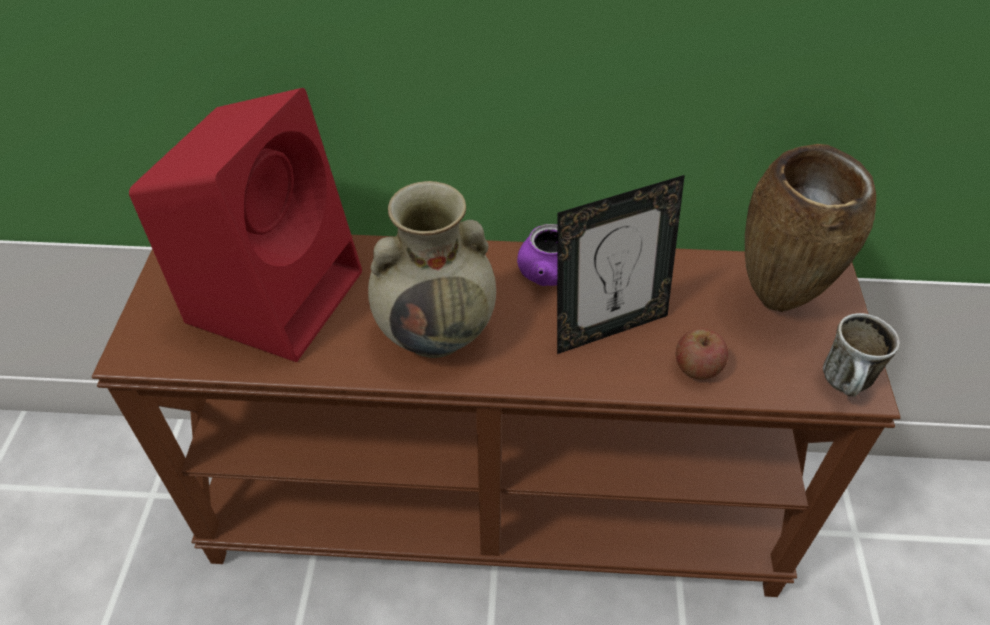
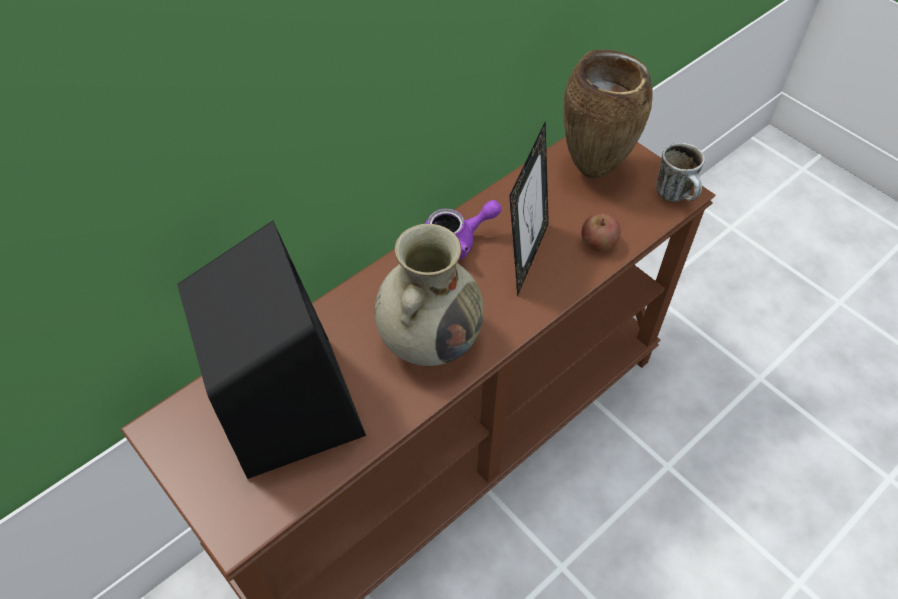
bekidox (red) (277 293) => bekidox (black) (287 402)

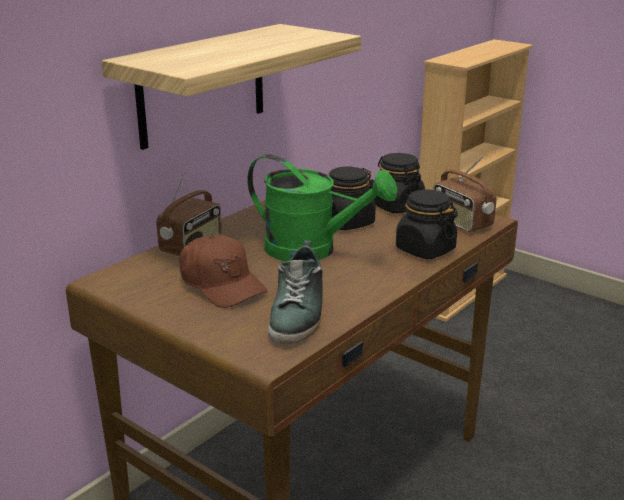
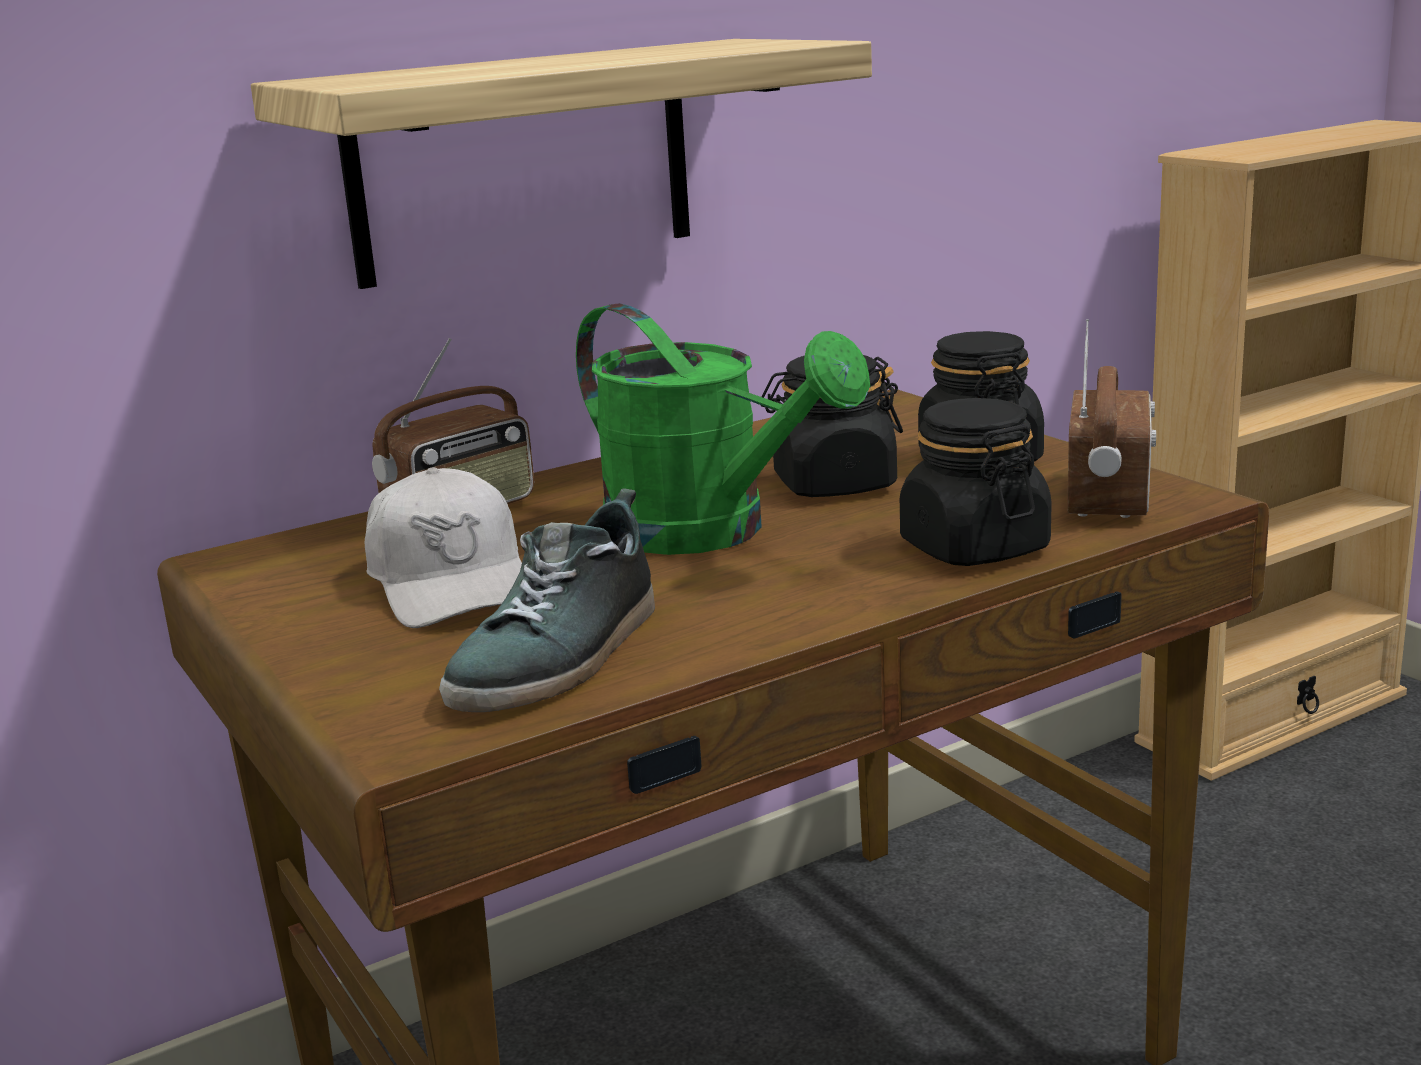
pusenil (461 223) => pusenil (1110 499), 150 degrees counterclockwise
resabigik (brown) (222 284) => resabigik (white) (452 584)

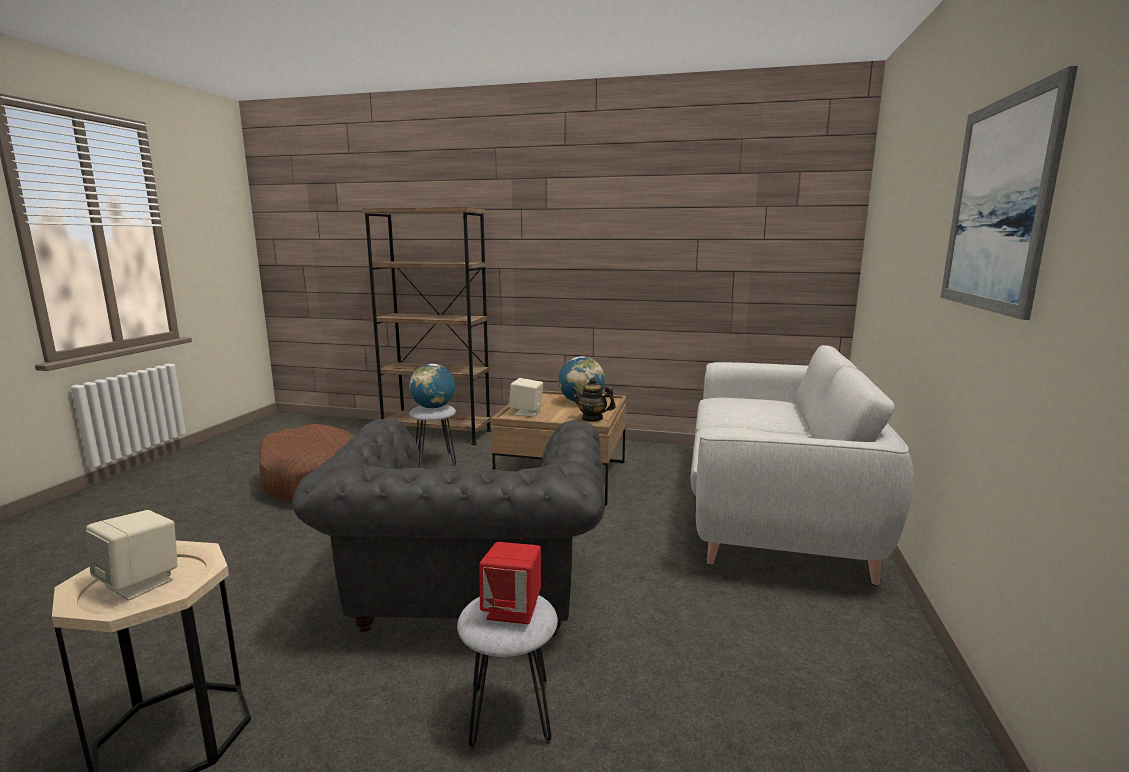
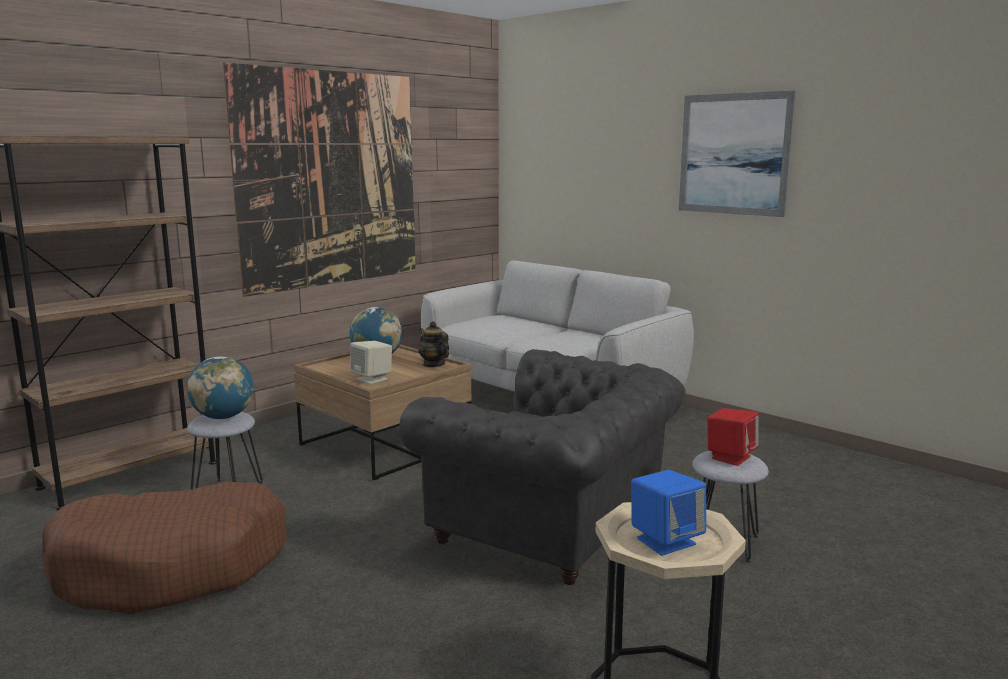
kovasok (592 418) => kovasok (433 364), 90 degrees clockwise
bekidox (beige) (140 583) => bekidox (blue) (665 541)
nothing => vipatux (330 180)

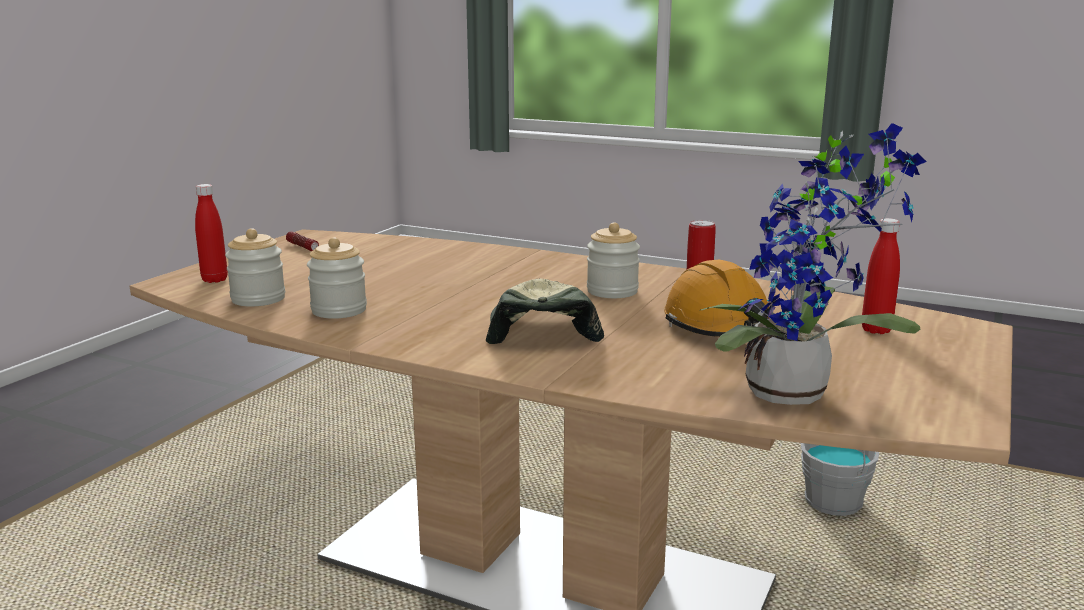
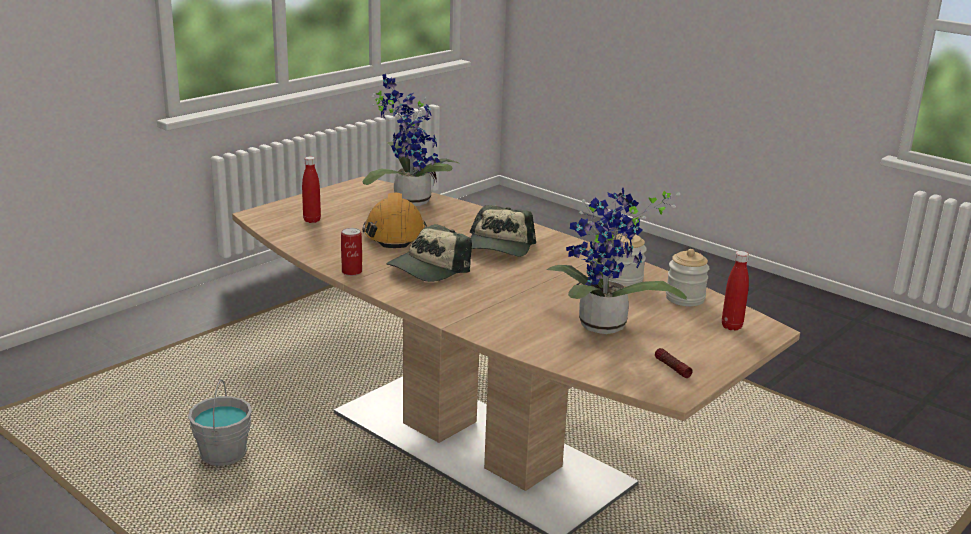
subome (612 291) => resabigik (428 269)
nothing => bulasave (602 328)

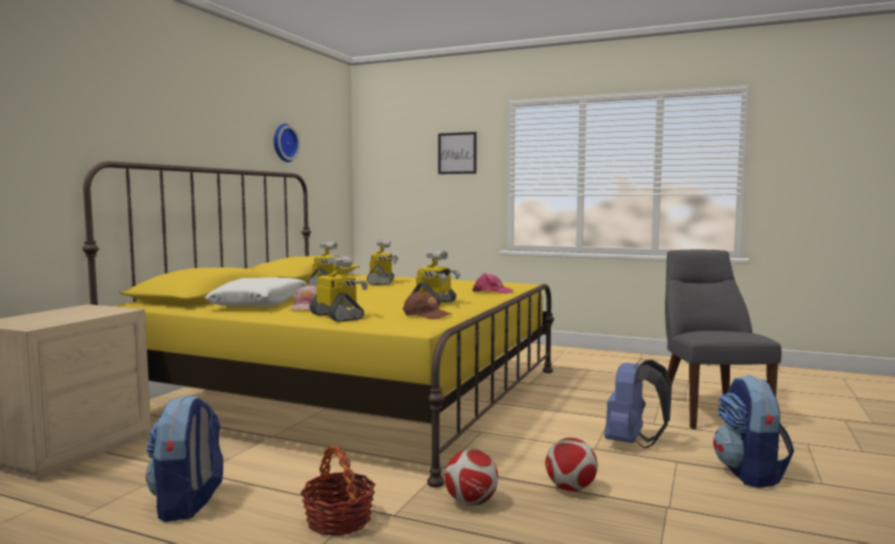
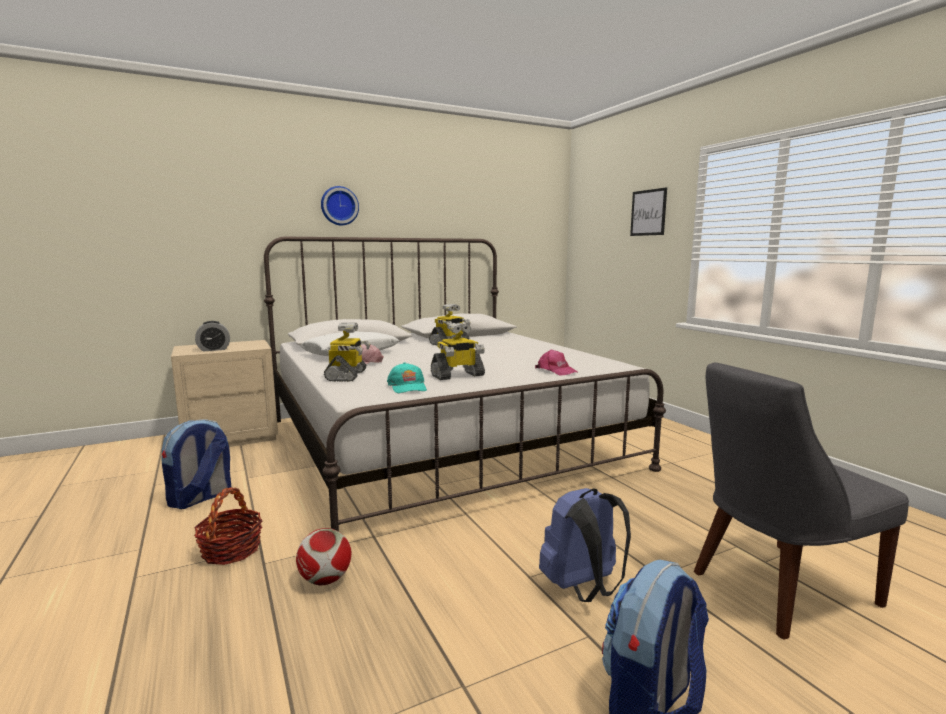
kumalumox (283 143) => kumalumox (339 206), moved
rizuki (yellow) (351 393) => rizuki (white) (442 443)
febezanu (381 282) => nothing
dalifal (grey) (709 410) => dalifal (grey) (776 589), 150 degrees counterclockwise
resabigik (brown) (426 315) => resabigik (turquoise) (408 387)
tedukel (570 488) => nothing
nothing => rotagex (214 349)

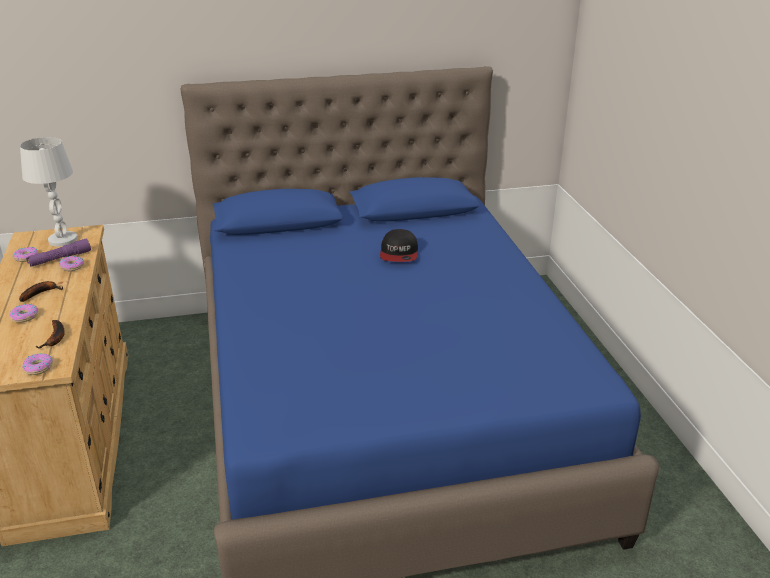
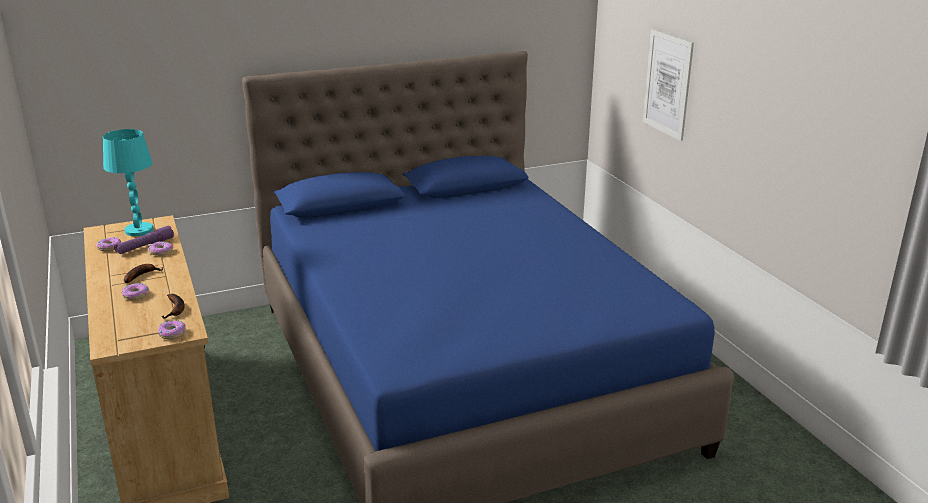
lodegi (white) (63 240) => lodegi (turquoise) (139 230)
resabigik (399 253) => nothing
nothing => vipatux (667 84)

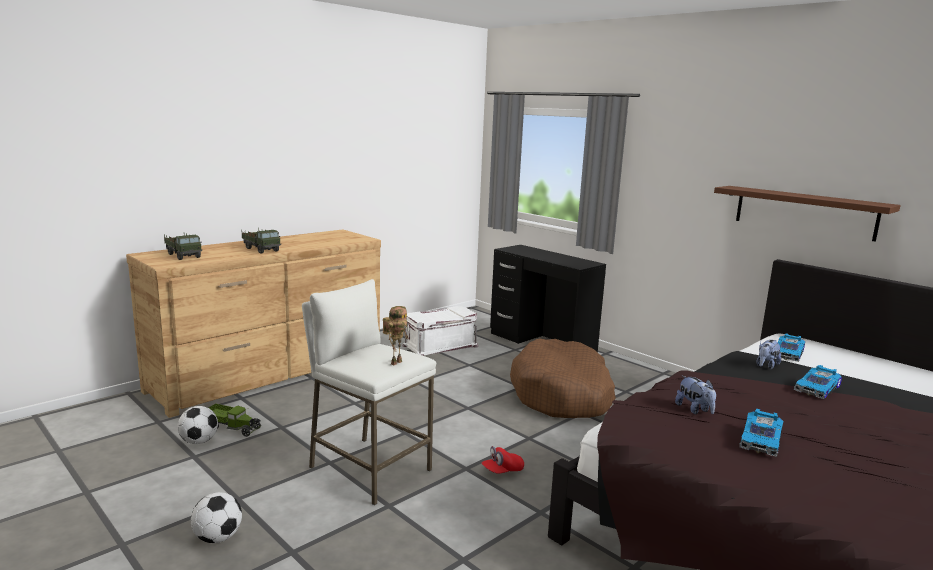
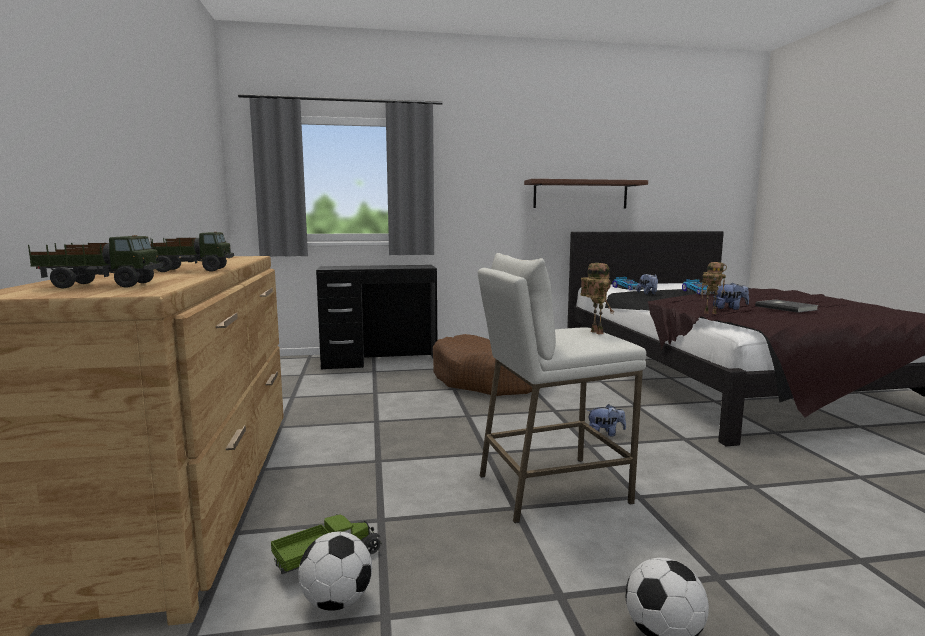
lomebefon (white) (440 345) => nothing
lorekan (762 440) => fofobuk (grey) (786 307)
resabigik (red) (502 471) => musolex (605 433)
nothing => febezanu (711 313)

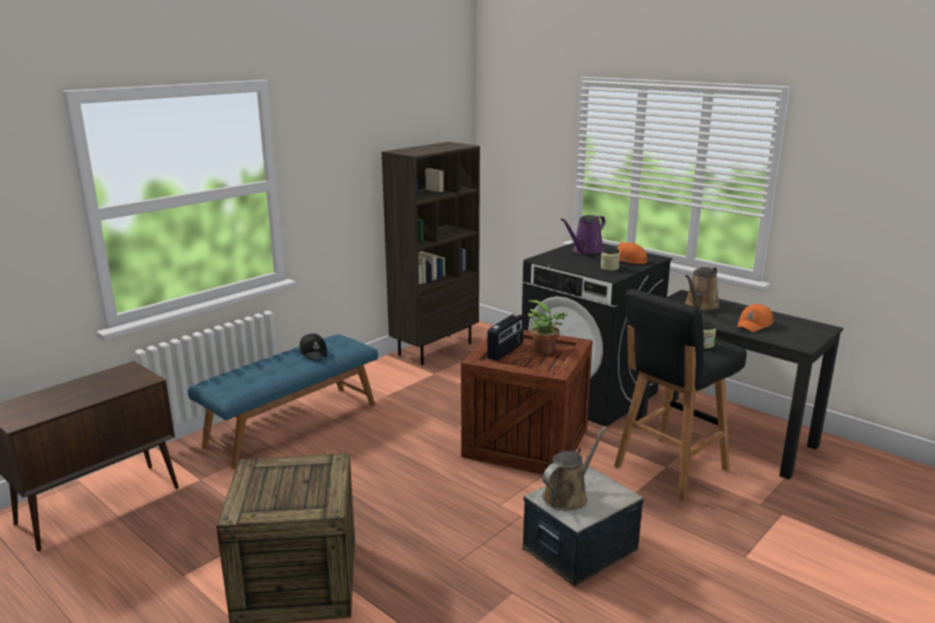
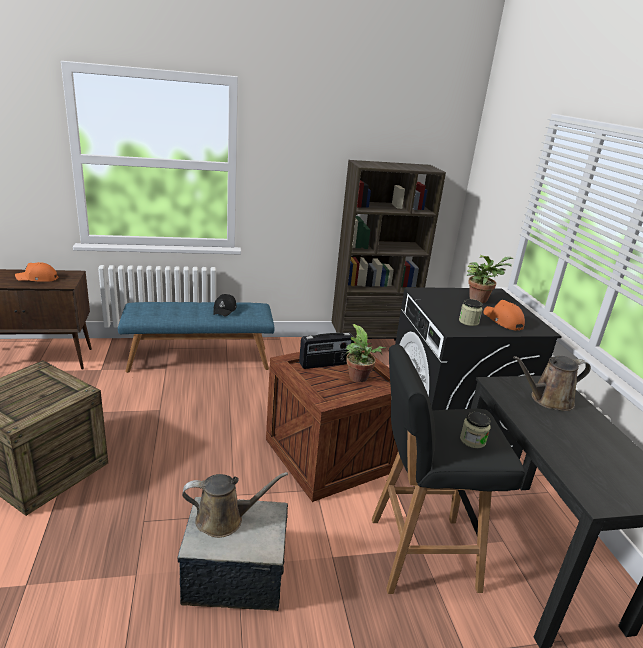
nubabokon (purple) (585 251) => bulasave (479 299)
resabigik (orange) (754 325) => resabigik (orange) (37 278), moved

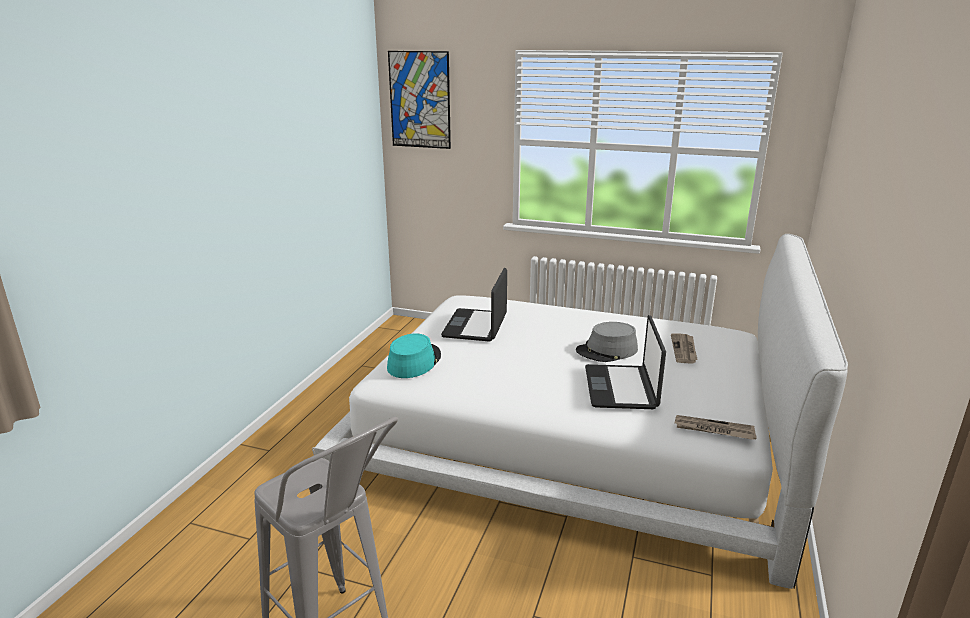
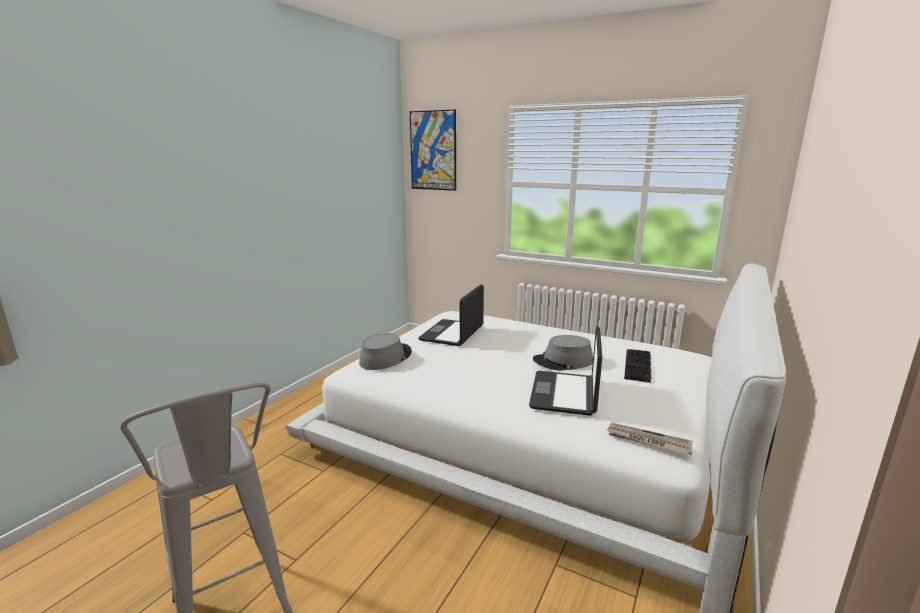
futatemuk (684 350) => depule (638 366)
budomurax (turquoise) (414 362) => budomurax (grey) (385 357)

